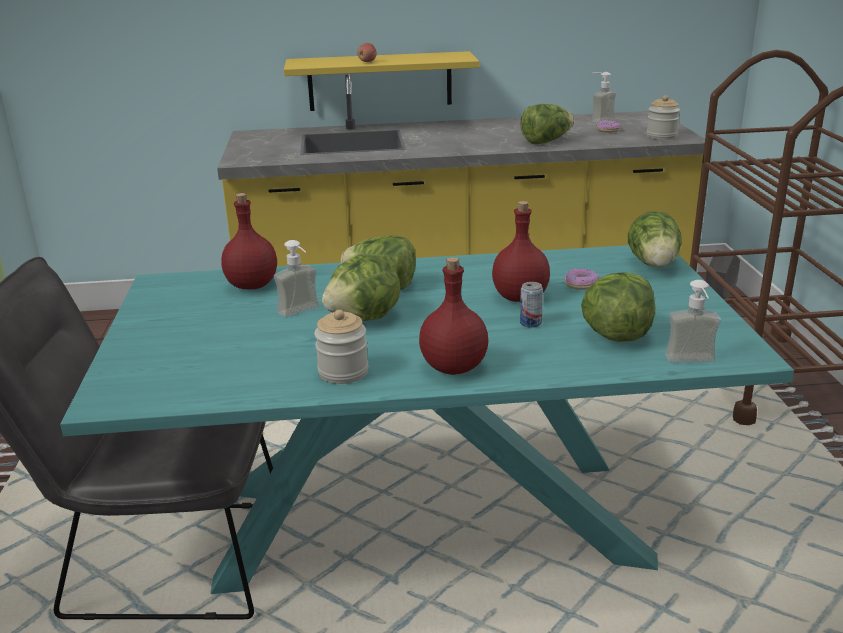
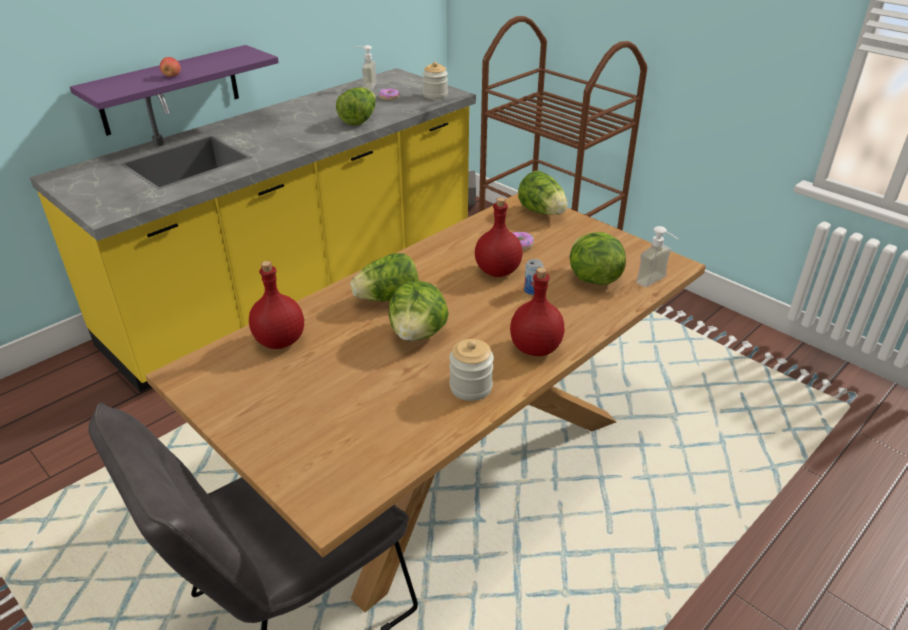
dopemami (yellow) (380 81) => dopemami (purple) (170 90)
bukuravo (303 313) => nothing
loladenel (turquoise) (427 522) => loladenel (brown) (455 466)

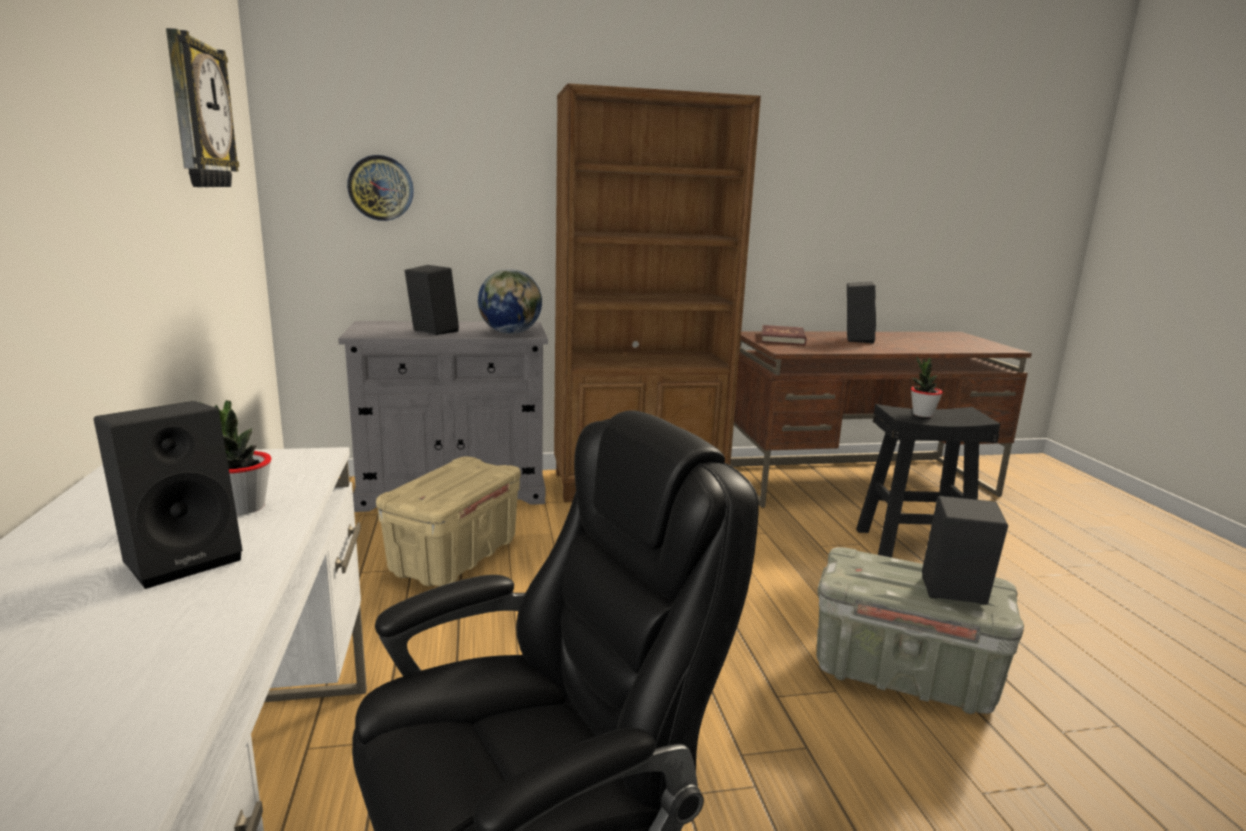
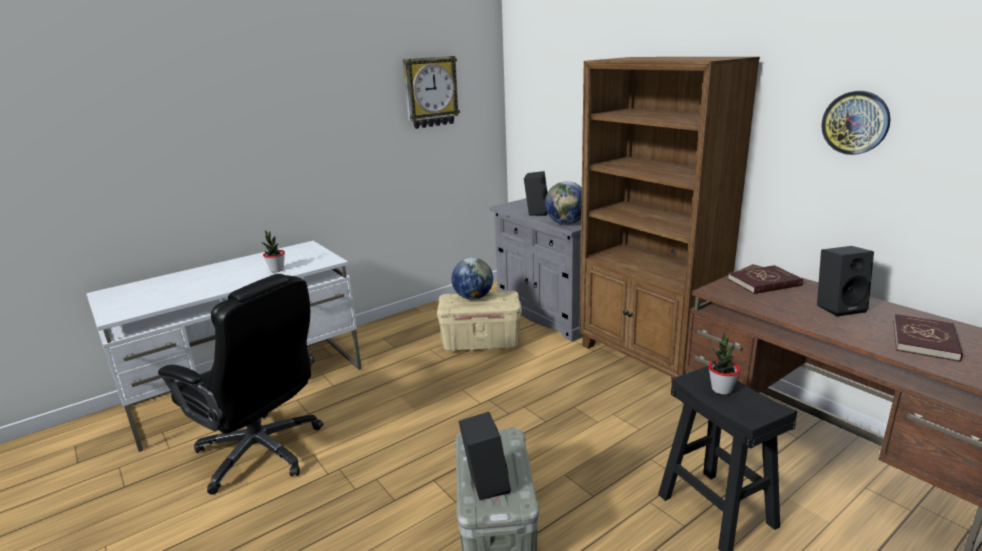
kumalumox (381 188) => kumalumox (855 122), moved
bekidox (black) (183 557) => nothing
nothing => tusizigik (473 297)
nothing => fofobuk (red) (925 340)

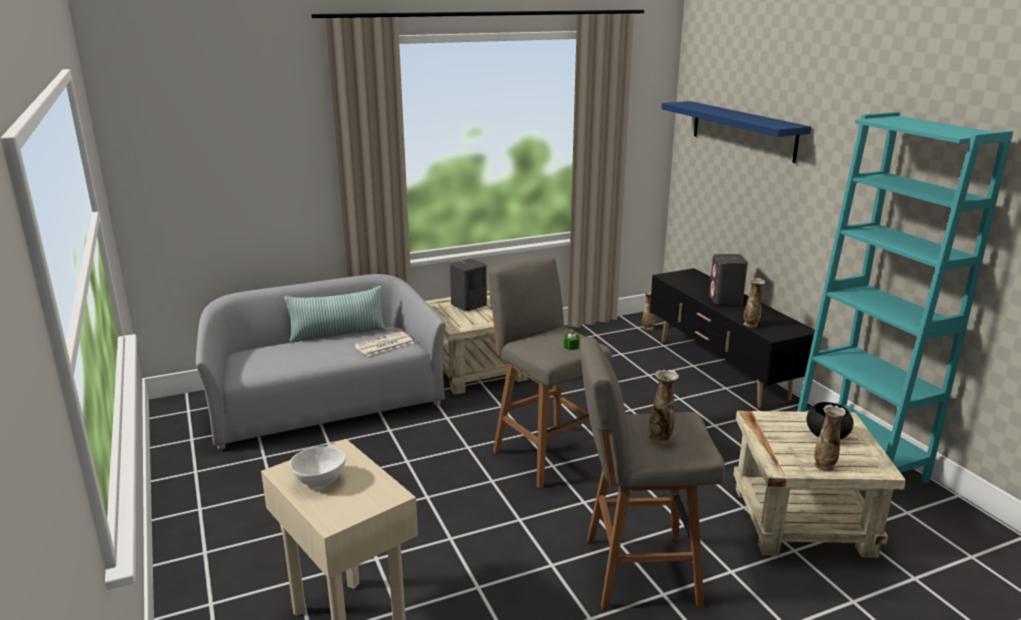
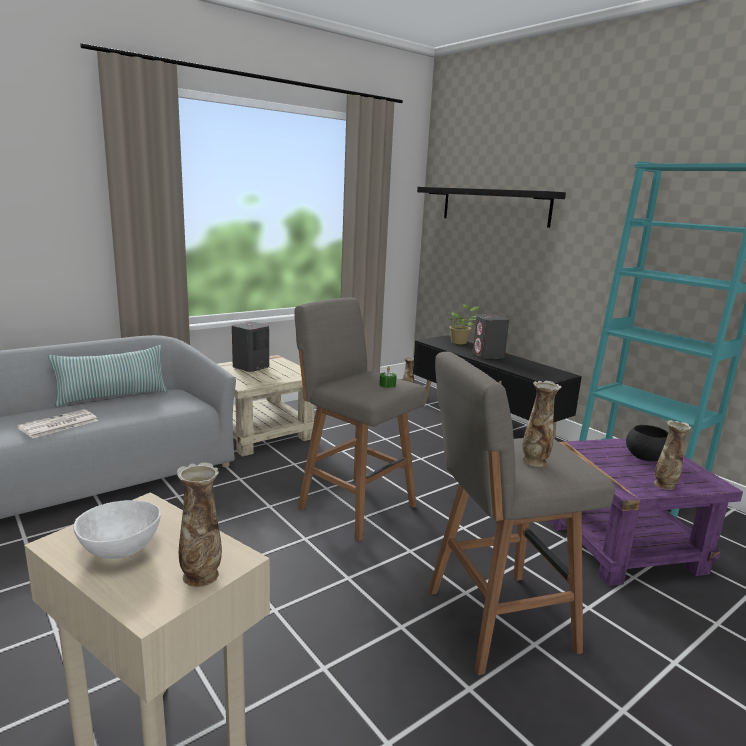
dopemami (blue) (743 130) => dopemami (black) (494 206)
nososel (751 324) => nososel (201 576), moved
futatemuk (383 345) => futatemuk (58 425), moved
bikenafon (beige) (800 519) => bikenafon (purple) (621 545)
nothing => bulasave (460 342)

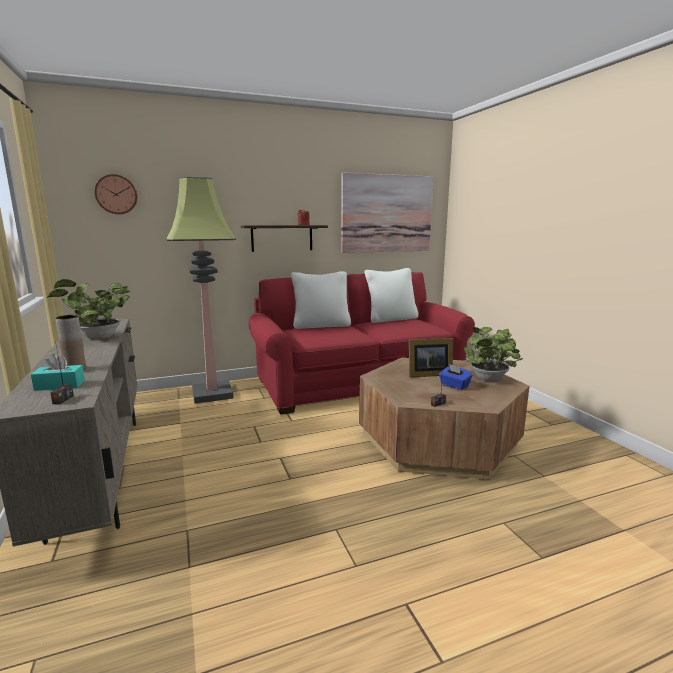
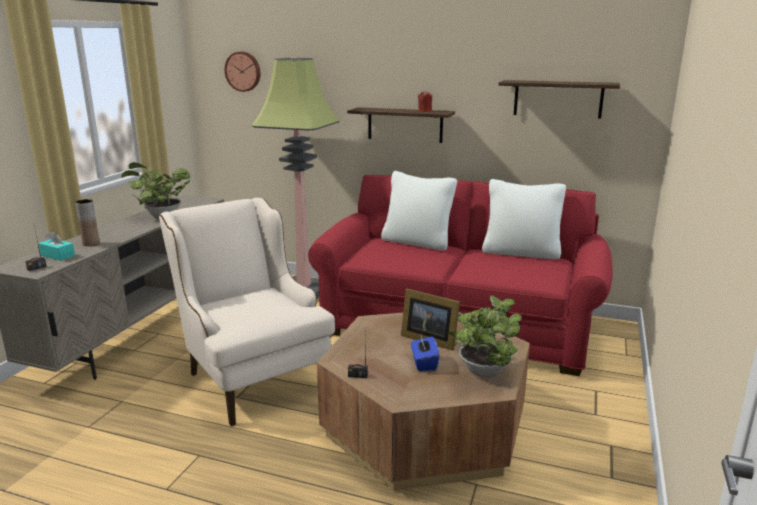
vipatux (387 214) => dopemami (558 99)
nothing => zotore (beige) (252 375)

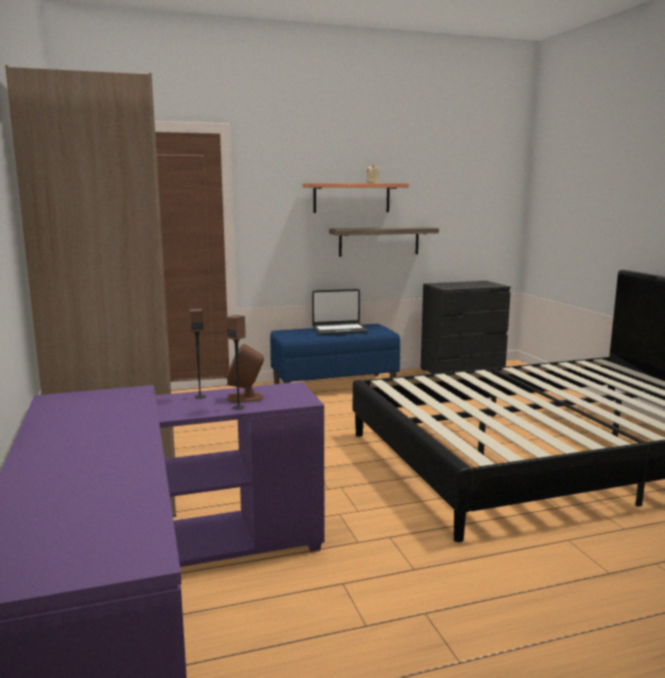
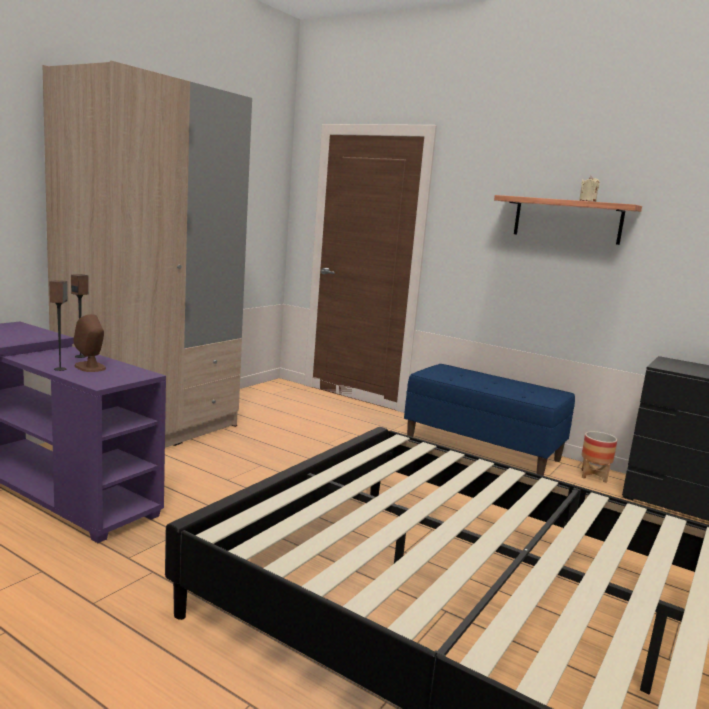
dopemami (379 241) => nothing
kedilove (339 330) => nothing
nothing => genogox (594 476)

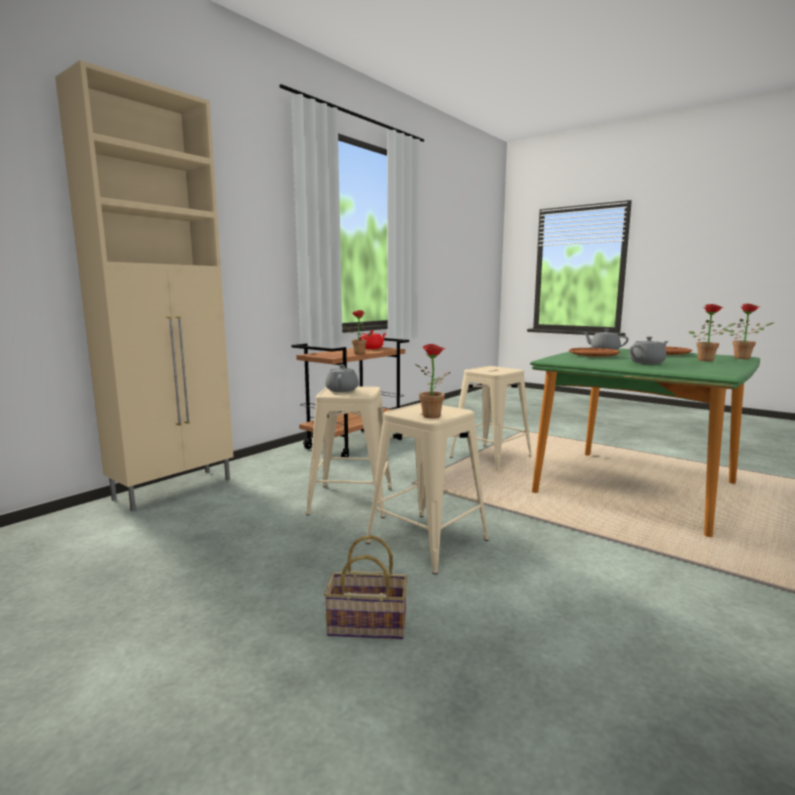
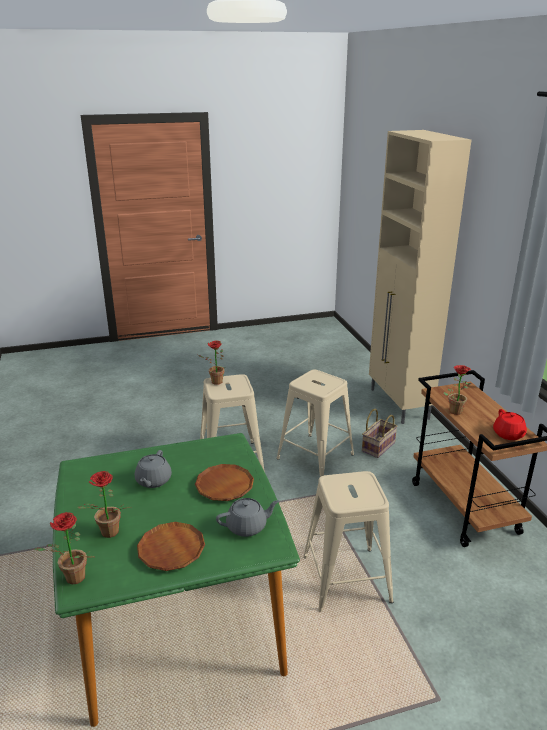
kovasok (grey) (342 390) => nothing
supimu (365 626) => supimu (378 446), moved

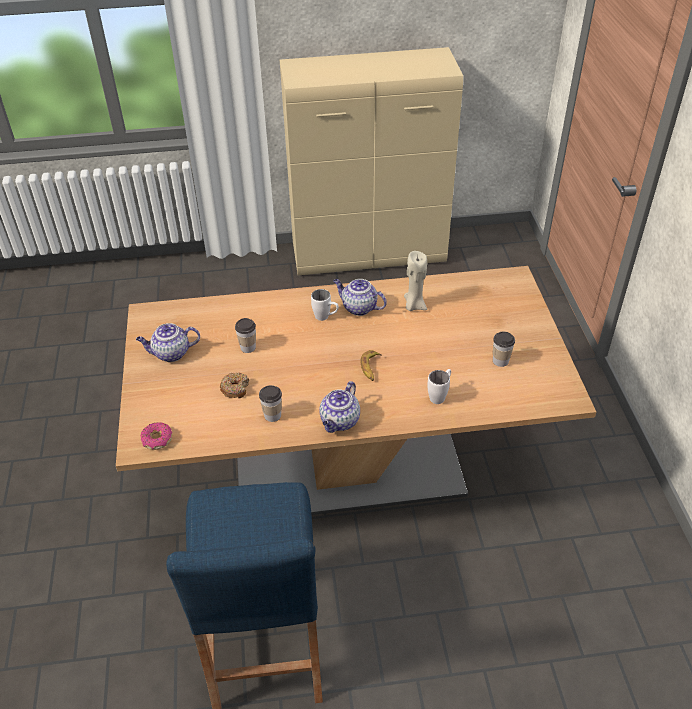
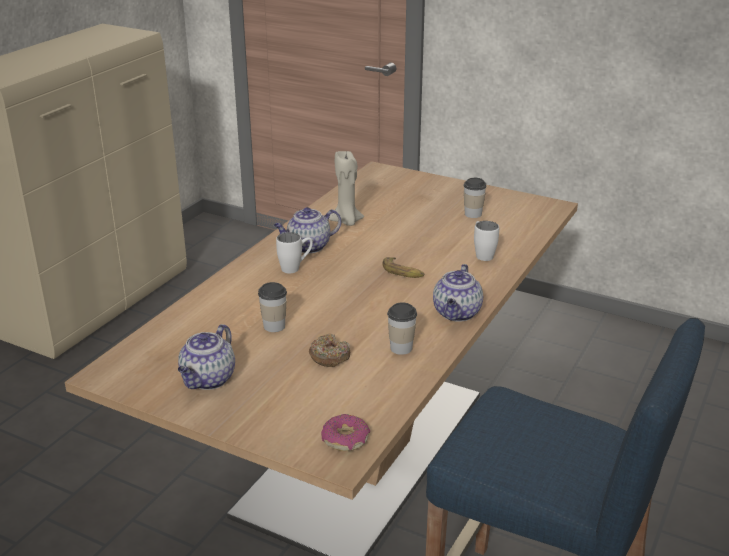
kovasok (340 422) => kovasok (457 314), 45 degrees clockwise

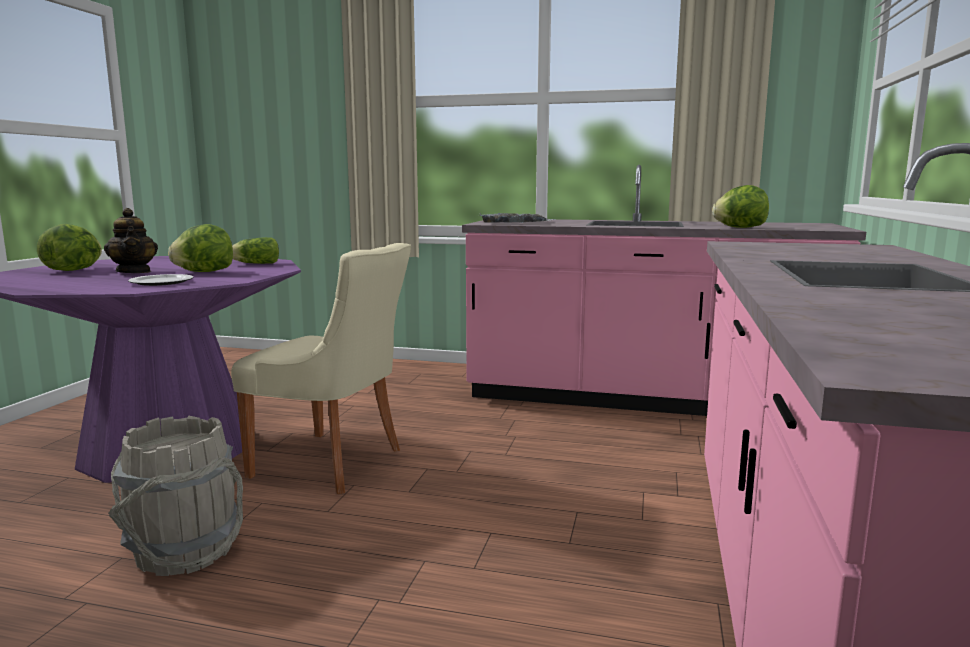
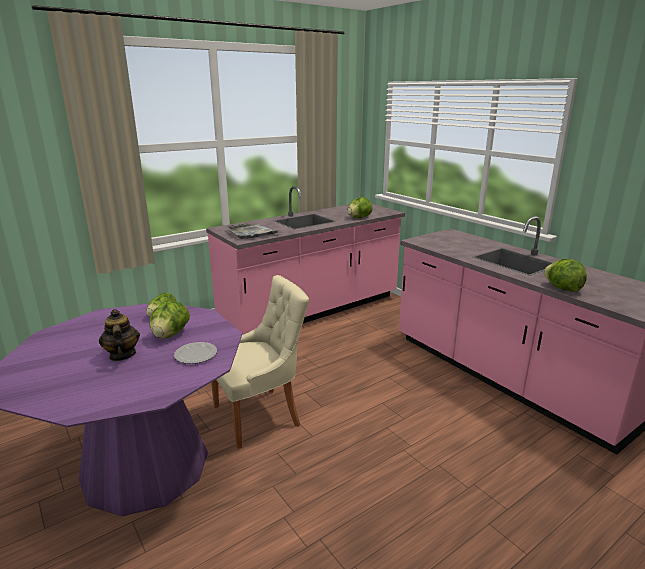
kovasok (134 272) => kovasok (122 355), 120 degrees counterclockwise
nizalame (74 270) => nizalame (562 288), moved
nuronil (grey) (184 552) => nothing

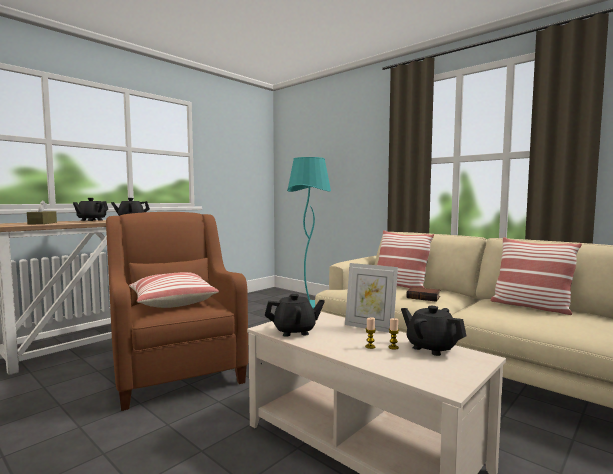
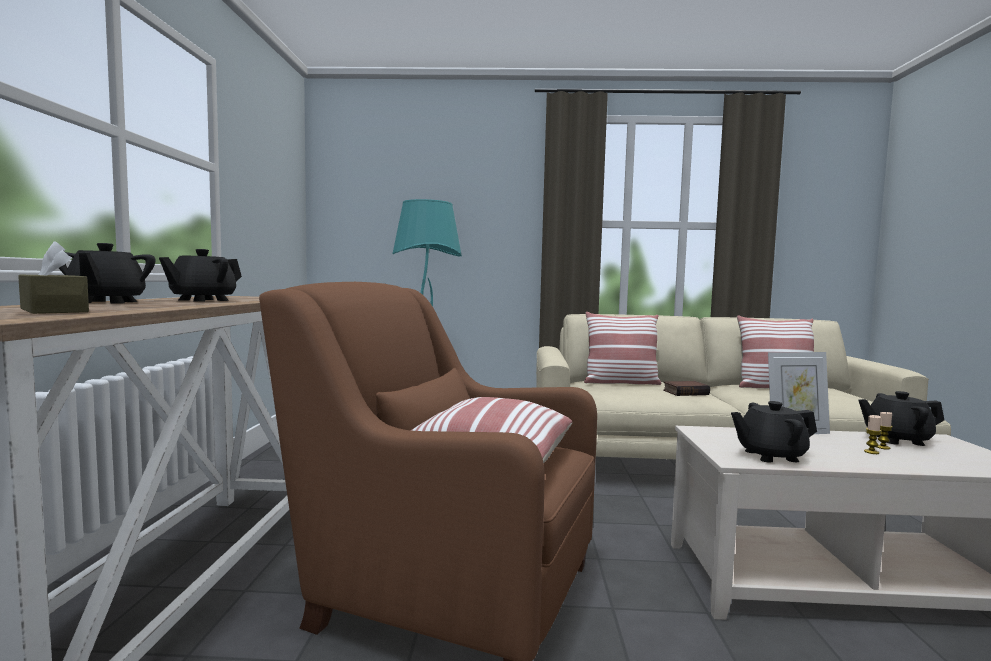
kovasok (black) (295 331) => kovasok (black) (770 455), 135 degrees counterclockwise

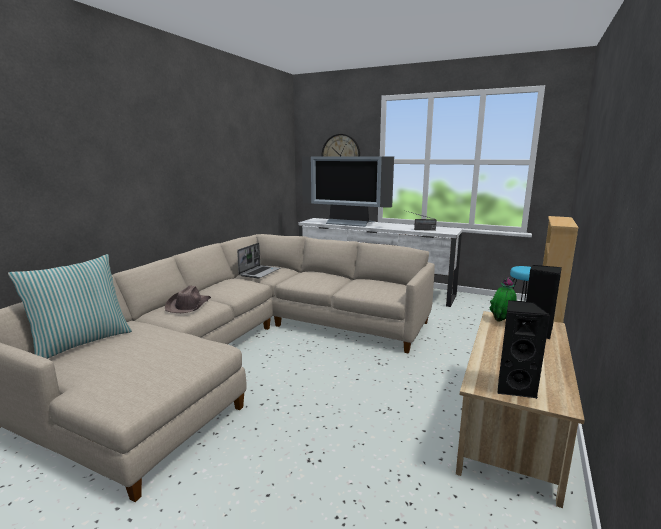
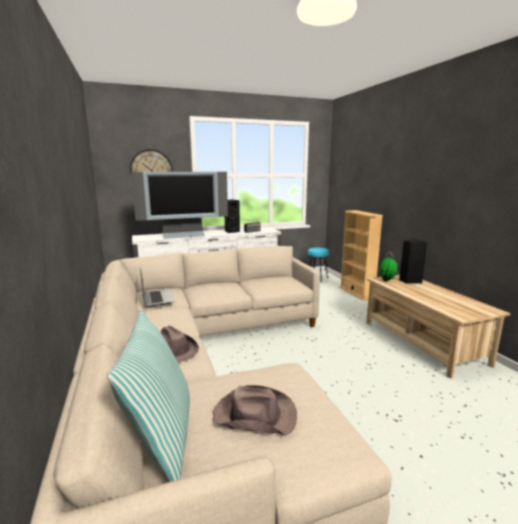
bekidox (black) (514 387) => bekidox (black) (231 231), moved
nothing => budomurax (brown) (254 415)

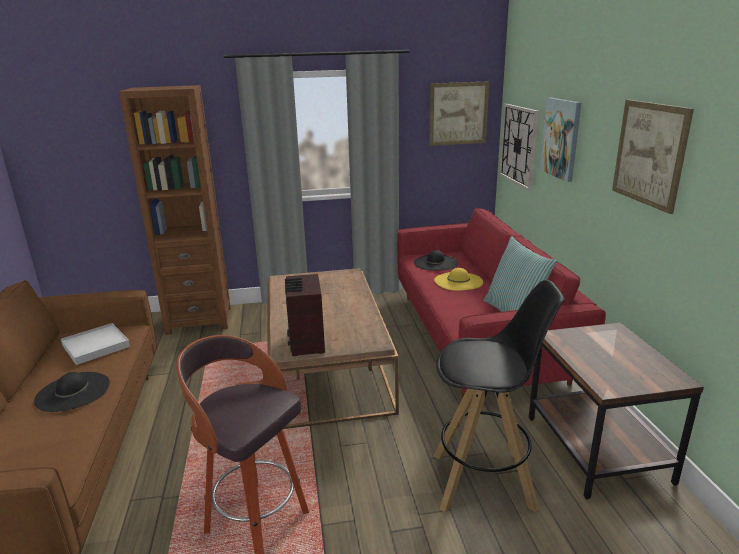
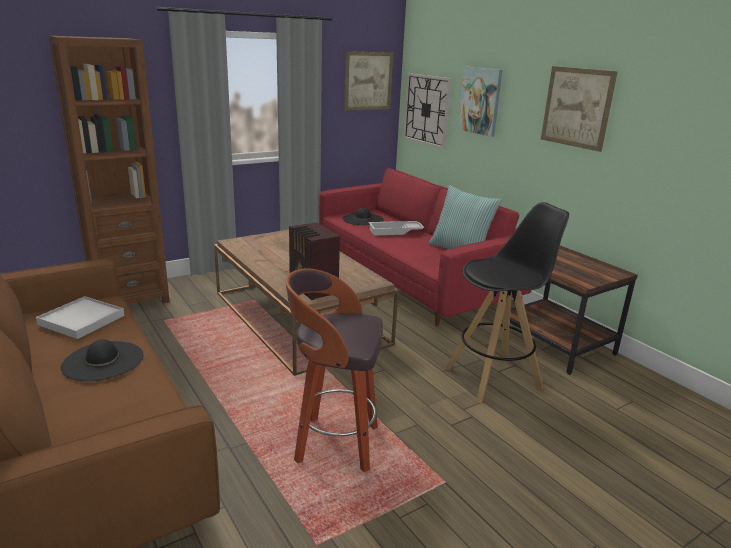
budomurax (yellow) (458 281) => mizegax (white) (395 231)

